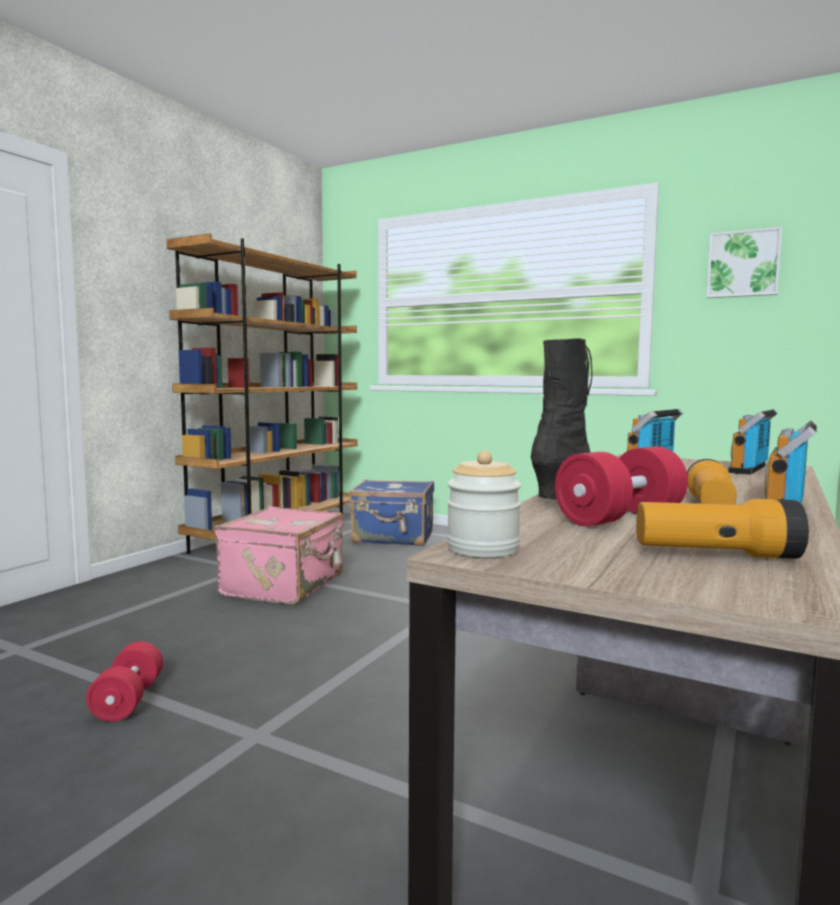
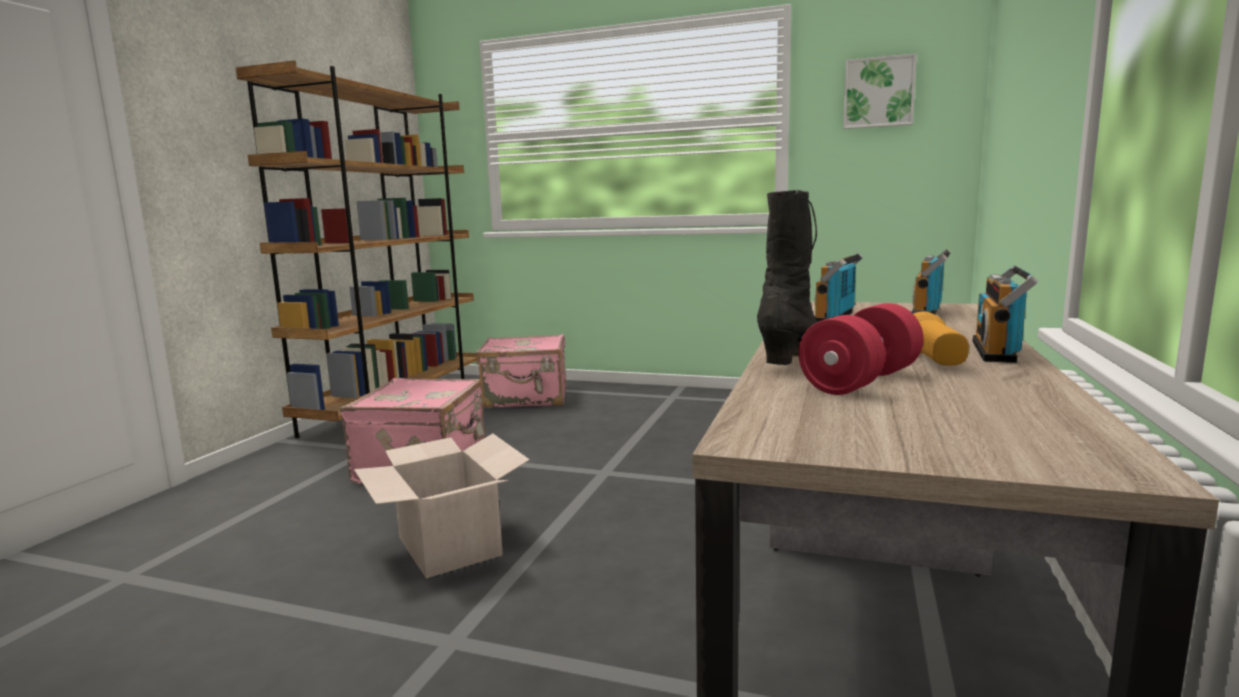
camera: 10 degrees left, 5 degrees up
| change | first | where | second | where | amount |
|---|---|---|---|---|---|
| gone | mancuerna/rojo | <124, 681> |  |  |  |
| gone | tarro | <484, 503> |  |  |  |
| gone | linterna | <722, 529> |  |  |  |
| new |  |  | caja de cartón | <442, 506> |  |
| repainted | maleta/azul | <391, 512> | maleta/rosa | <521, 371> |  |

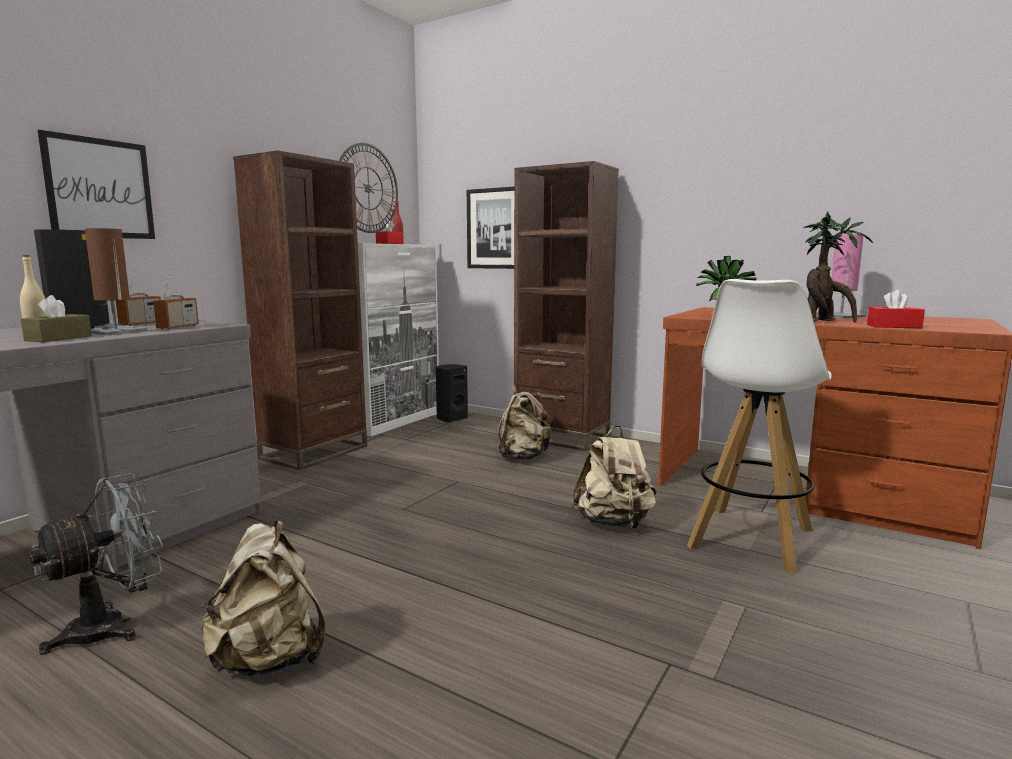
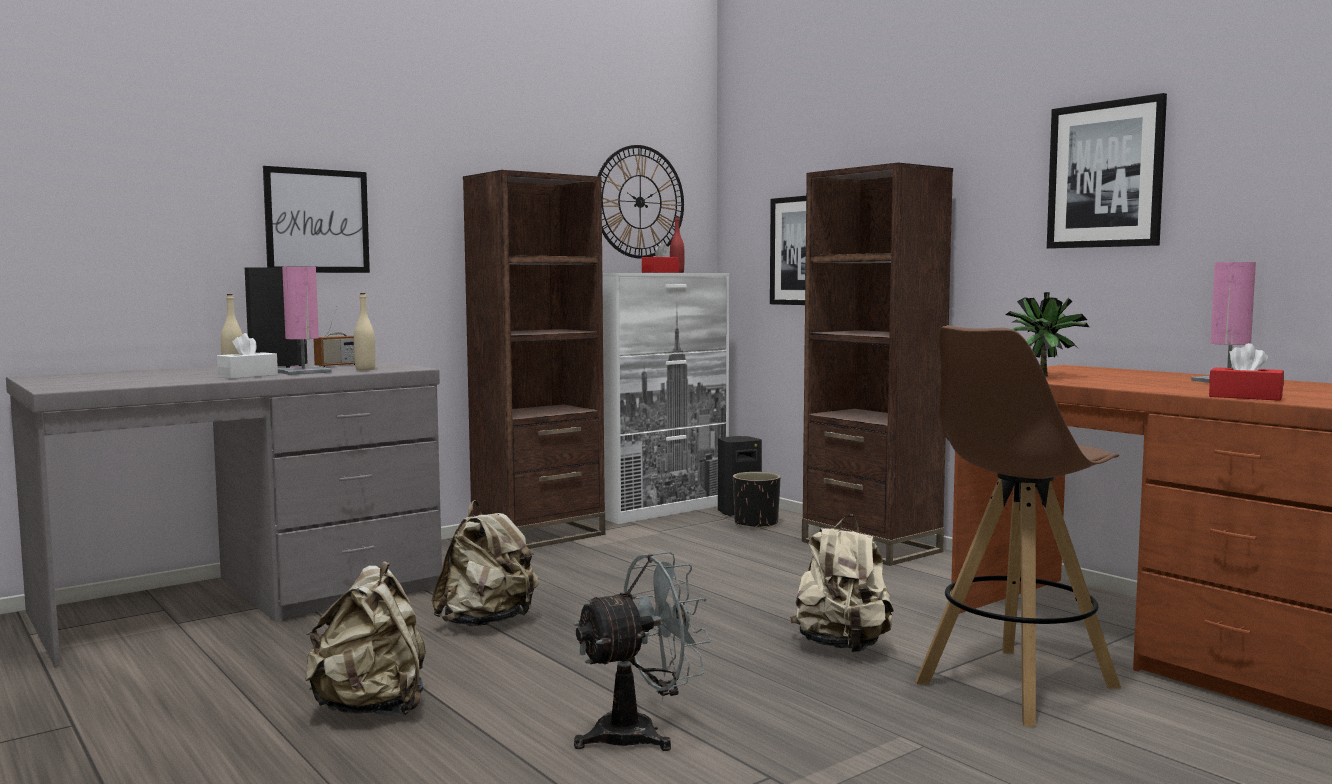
camera: 20 degrees right, 5 degrees down
| change | first | where | second | where | amount |
|---|---|---|---|---|---|
| gone | planta en maceta | <838, 266> |  |  |  |
| new |  |  | maceta/negro | <756, 500> |  |
| new |  |  | cuadro | <1107, 171> |  |
| shifted | ventilador/gris | <96, 564> |  | <642, 651> |  |
| shifted | mochila/beis | <525, 422> |  | <485, 563> |  |
| swapped | radio | <176, 299> | botella/beis | <364, 332> |  |
| repainted | caja de pañuelos/marrón | <56, 318> | caja de pañuelos/blanco | <247, 356> |  |
| repainted | lámpara de mesa/marrón | <116, 282> | lámpara de mesa/rosa | <305, 321> |  |
| repainted | taburete/blanco | <759, 426> | taburete/marrón | <1018, 526> |  |

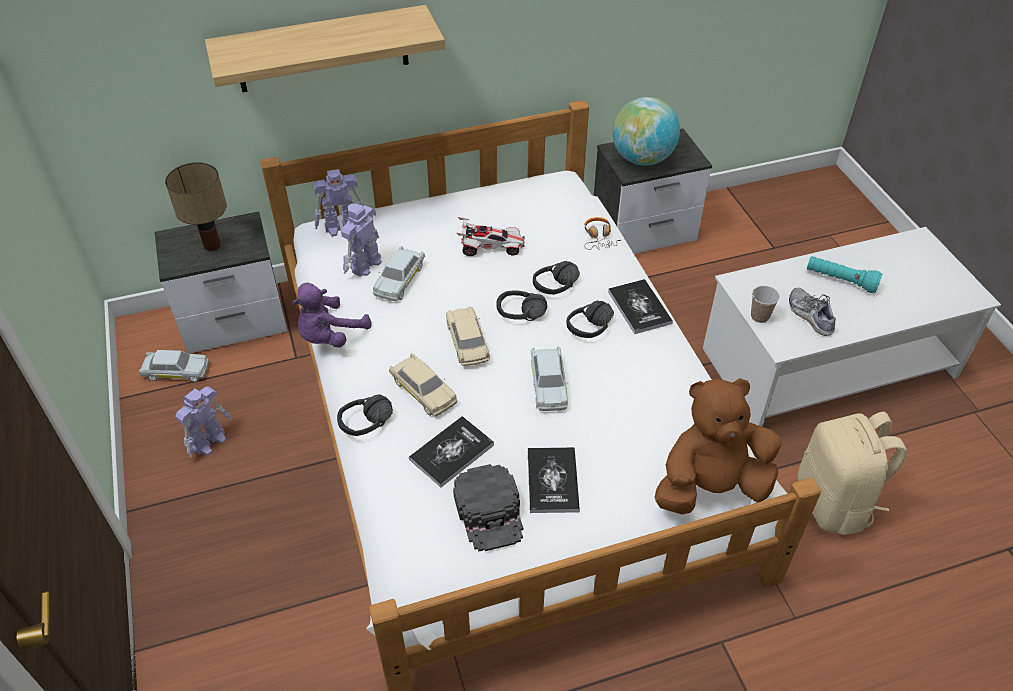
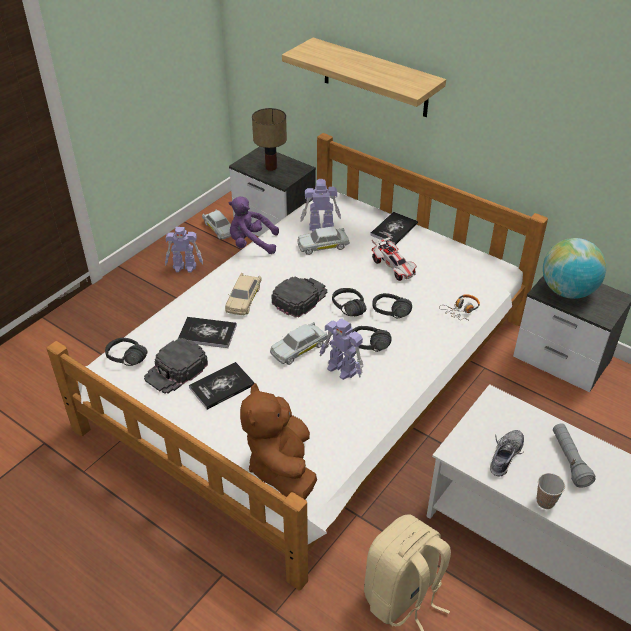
camera: 55 degrees right, 5 degrees down
| change | first | where | second | where | amount |
|---|---|---|---|---|---|
| shifted | robot de juguete | <339, 202> |  | <341, 349> |  |
| shifted | auriculares/negro | <365, 415> |  | <126, 352> |  |
| shifted | libro | <640, 306> |  | <394, 228> |  |
| shifted | taza | <765, 304> |  | <551, 491> |  |
| swapped | coche de juguete/beis | <468, 336> | gorra/negro | <299, 297> |  |
| repainted | linterna/turquesa | <844, 274> | linterna/gris | <574, 456> |  |
| rotated | peluche/marrón | <718, 446> |  | <278, 441> | 135 degrees counterclockwise |

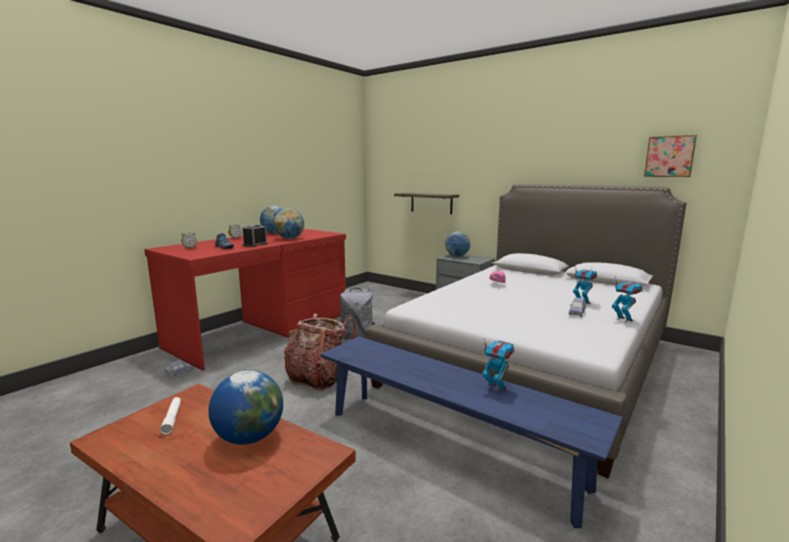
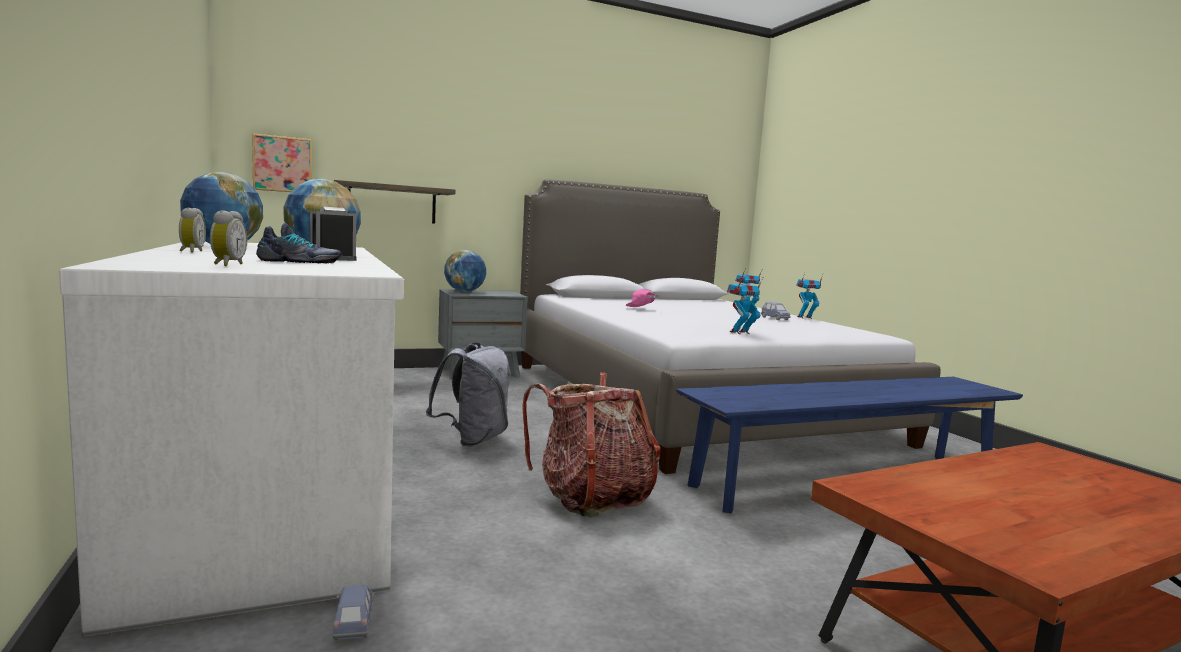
camera: 60 degrees left, 5 degrees down
| change | first | where | second | where | amount |
|---|---|---|---|---|---|
| gone | linterna/blanco | <170, 415> |  |  |  |
| gone | globo terráqueo | <245, 407> |  |  |  |
| shifted | robot de juguete | <498, 366> |  | <745, 305> |  |
| shifted | cuadro | <670, 156> |  | <282, 162> |  |
| repainted | escritorio/rojo | <245, 300> | escritorio/blanco | <231, 439> |  |

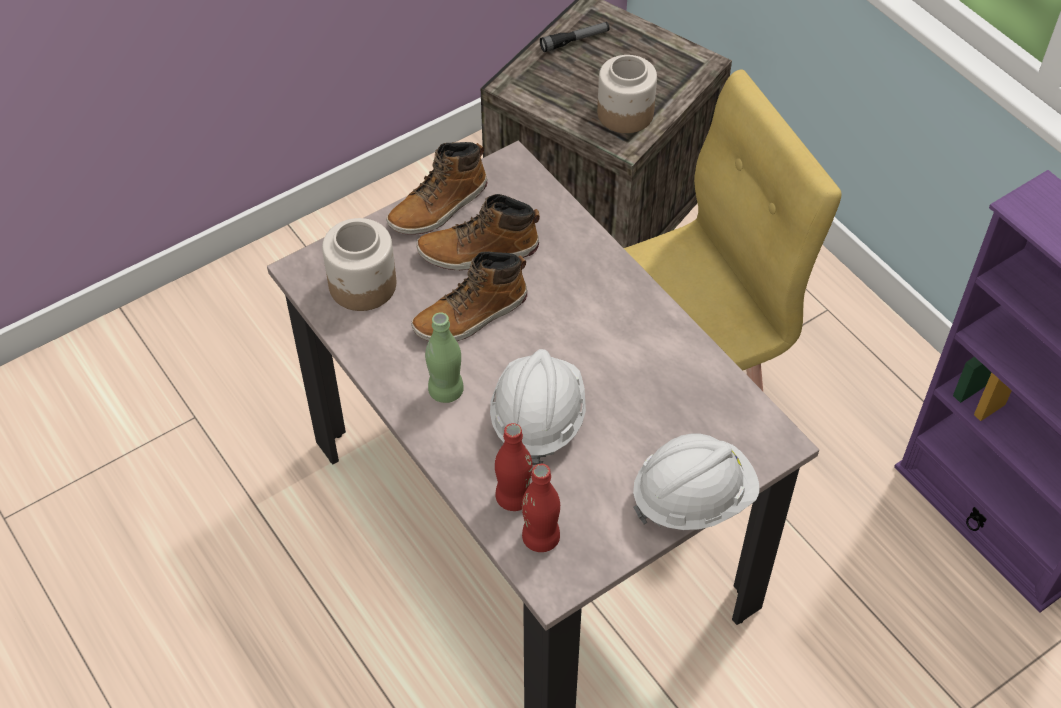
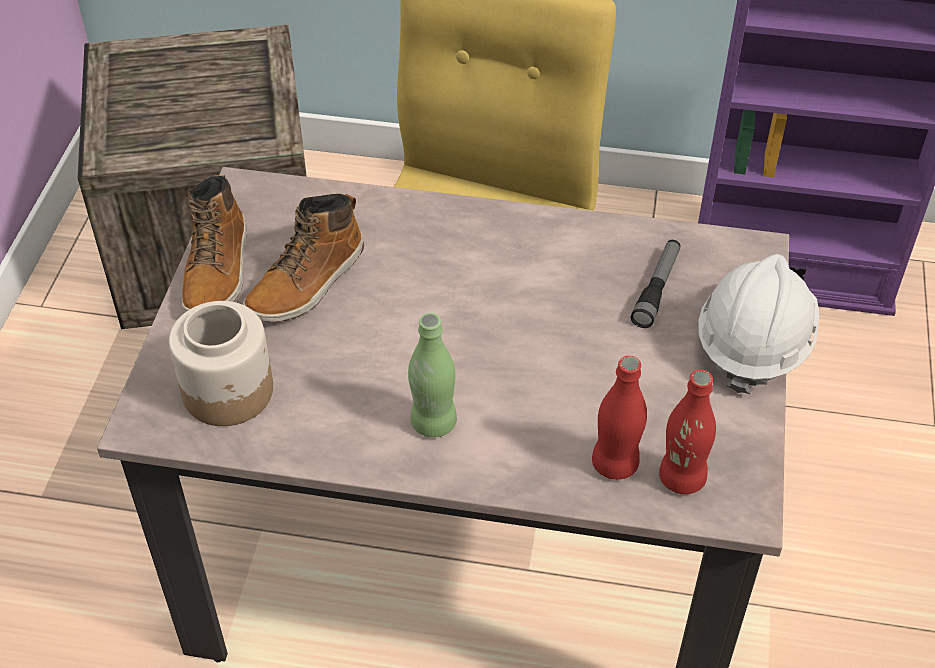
camera: 45 degrees left, 5 degrees down
| change | first | where | second | where | amount |
|---|---|---|---|---|---|
| gone | bota | <469, 296> |  |  |  |
| gone | casco/blanco | <538, 407> |  |  |  |
| gone | tarro | <627, 94> |  |  |  |
| shifted | linterna | <575, 37> |  | <656, 284> |  |

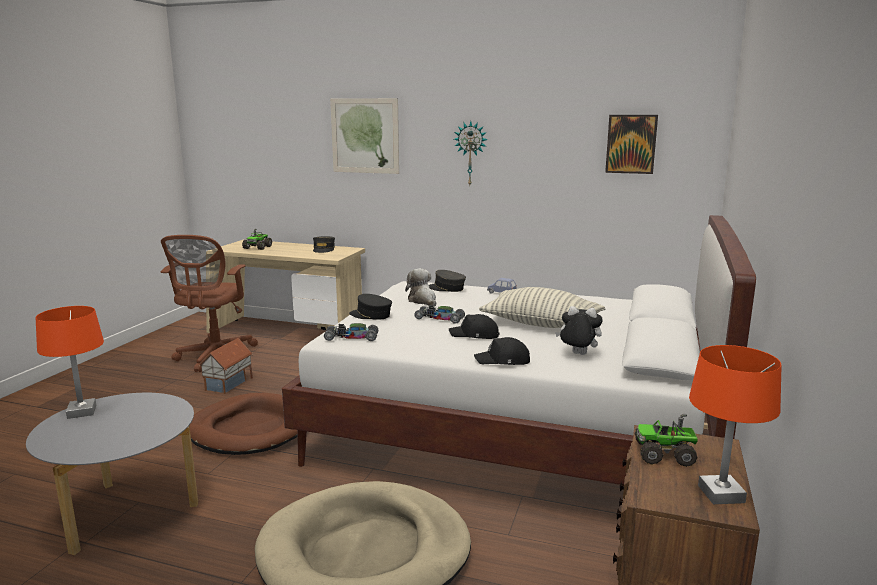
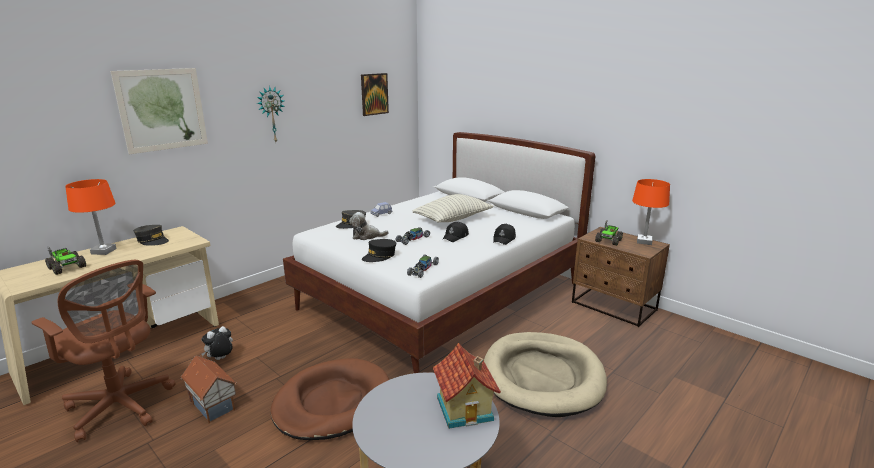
camera: 65 degrees left, 5 degrees up
| change | first | where | second | where | amount |
|---|---|---|---|---|---|
| new |  |  | casita | <467, 386> |  |
| shifted | lámpara de mesa/naranja | <70, 362> |  | <91, 217> |  |
| shifted | peluche | <579, 330> |  | <217, 343> |  |

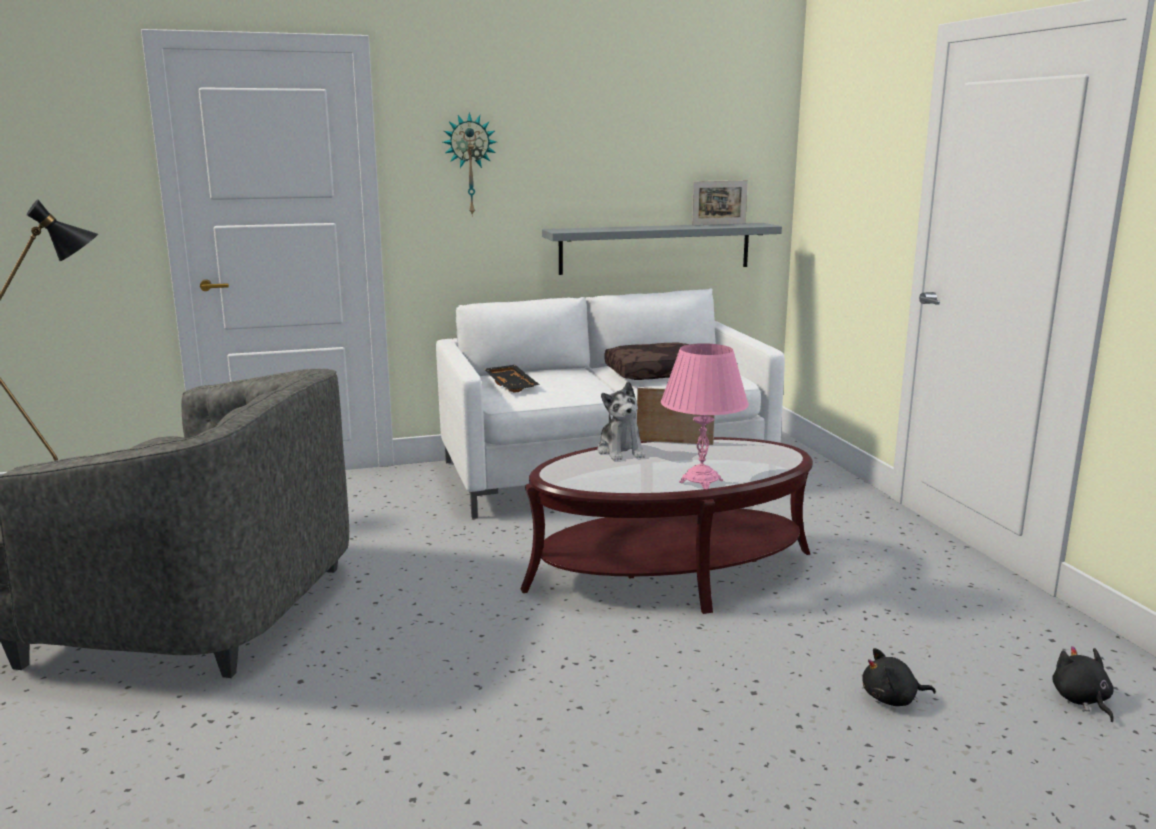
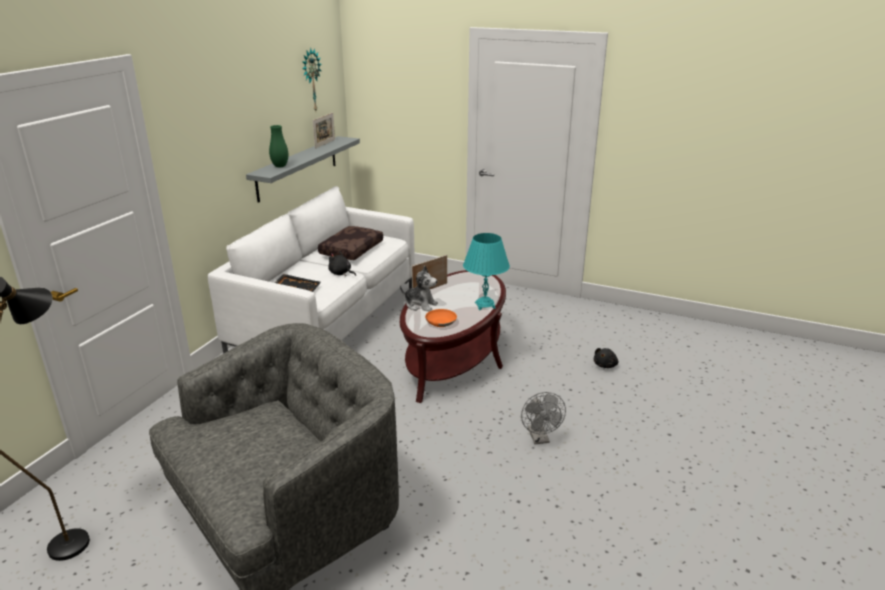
camera: 50 degrees left, 10 degrees up
| change | first | where | second | where | amount |
|---|---|---|---|---|---|
| new |  |  | florero/verde | <278, 146> |  |
| new |  |  | cuenco/naranja | <441, 318> |  |
| new |  |  | ventilador/gris | <543, 418> |  |
| shifted | reloj de pared | <469, 164> |  | <311, 79> |  |
| shifted | peluche/negro | <1083, 684> |  | <342, 263> |  |
| repainted | lámpara de mesa/rosa | <705, 416> | lámpara de mesa/turquesa | <486, 271> |  |

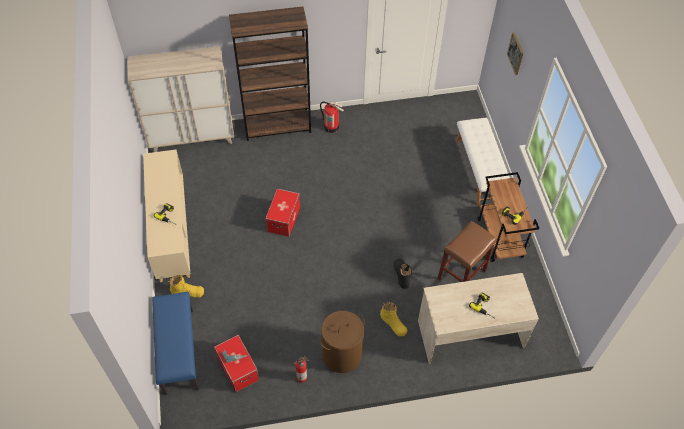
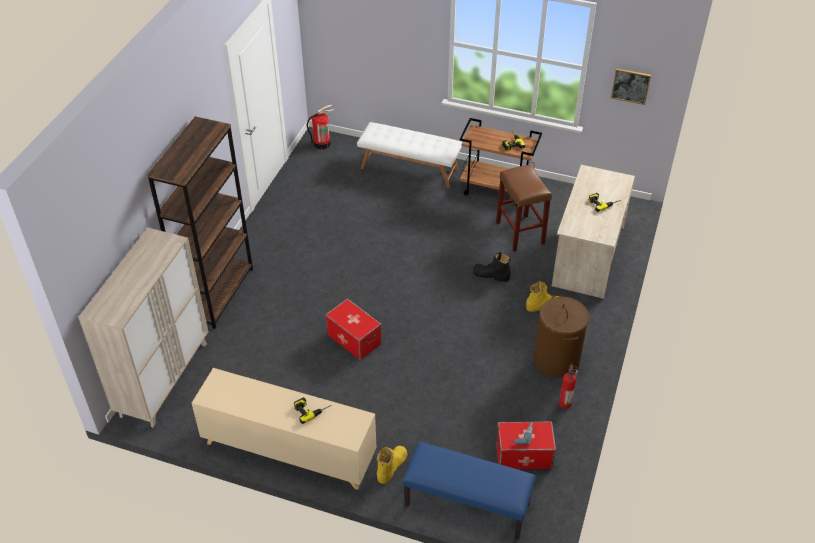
camera: 60 degrees left, 10 degrees down
| change | first | where | second | where | amount |
|---|---|---|---|---|---|
| shifted | extintor | <332, 117> |  | <320, 126> |  |
| shifted | cuadro | <515, 54> |  | <631, 86> |  |

